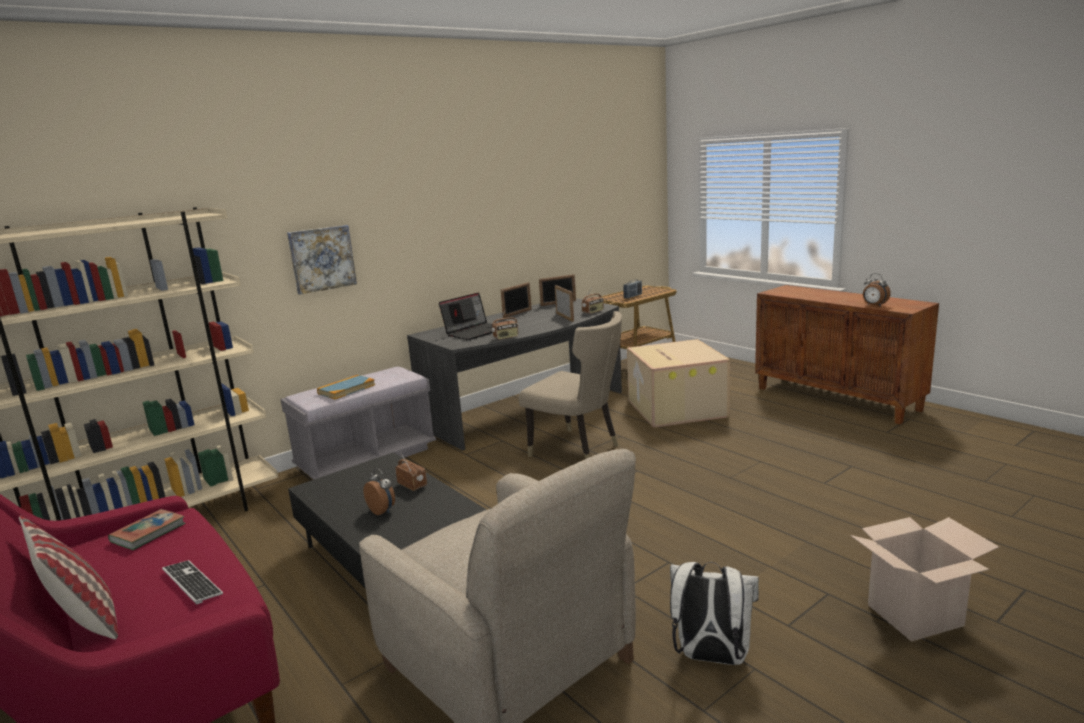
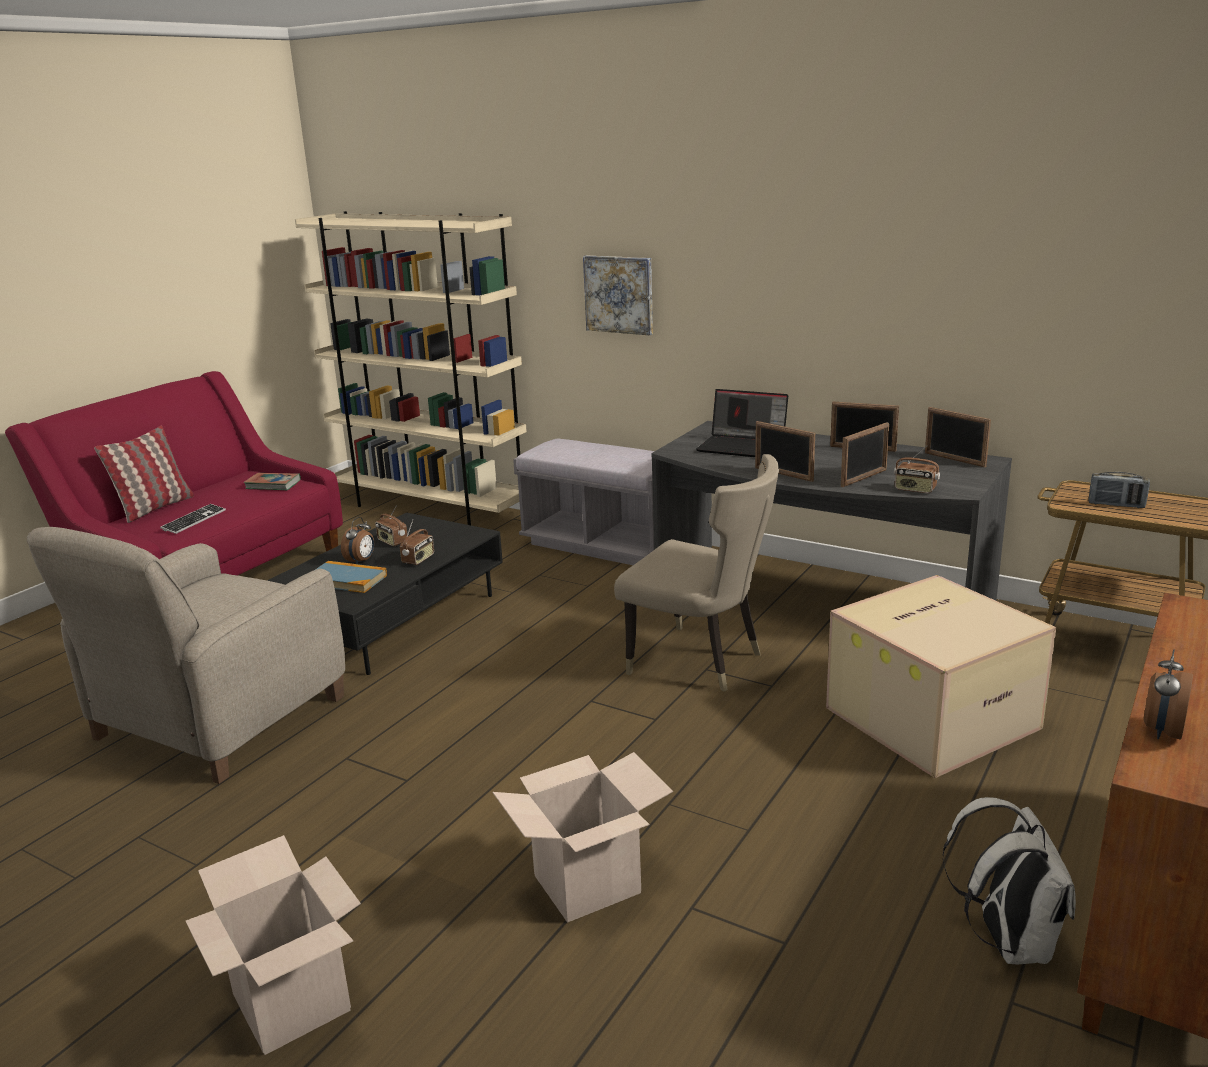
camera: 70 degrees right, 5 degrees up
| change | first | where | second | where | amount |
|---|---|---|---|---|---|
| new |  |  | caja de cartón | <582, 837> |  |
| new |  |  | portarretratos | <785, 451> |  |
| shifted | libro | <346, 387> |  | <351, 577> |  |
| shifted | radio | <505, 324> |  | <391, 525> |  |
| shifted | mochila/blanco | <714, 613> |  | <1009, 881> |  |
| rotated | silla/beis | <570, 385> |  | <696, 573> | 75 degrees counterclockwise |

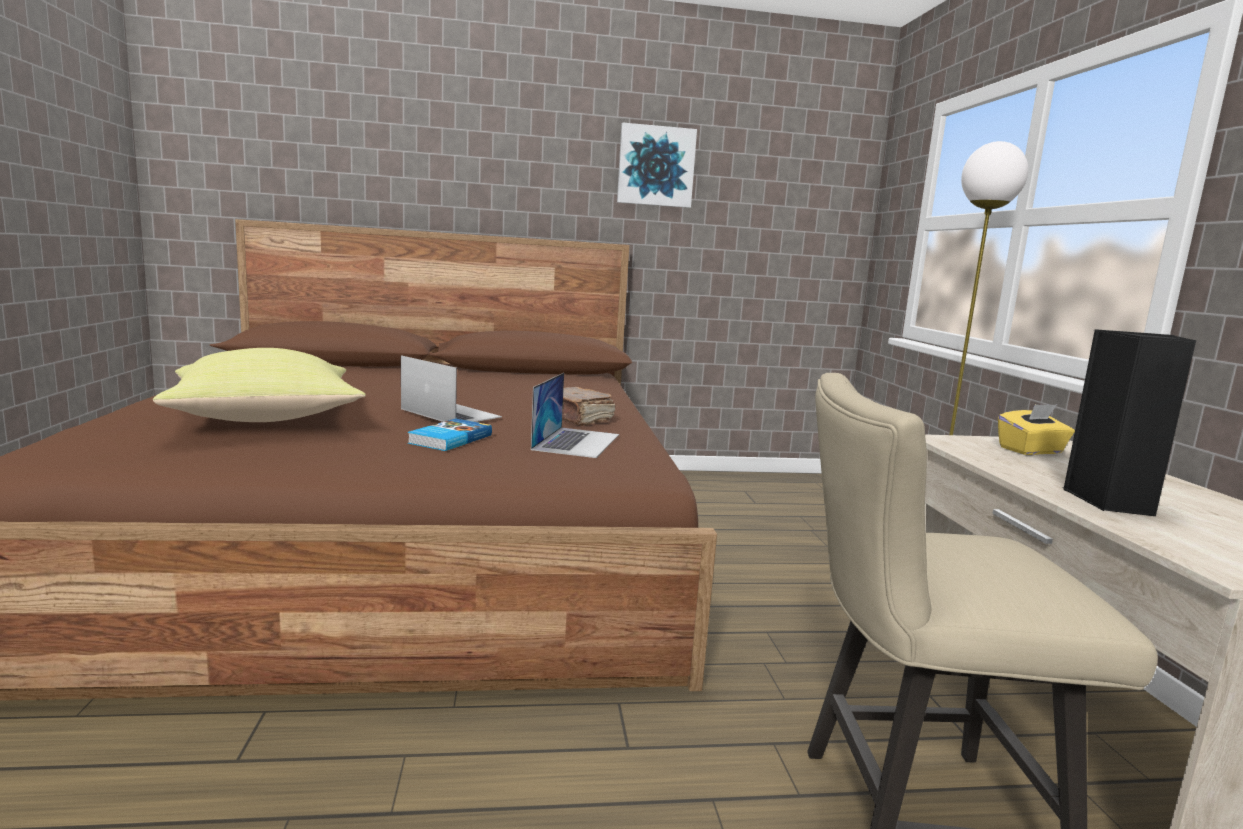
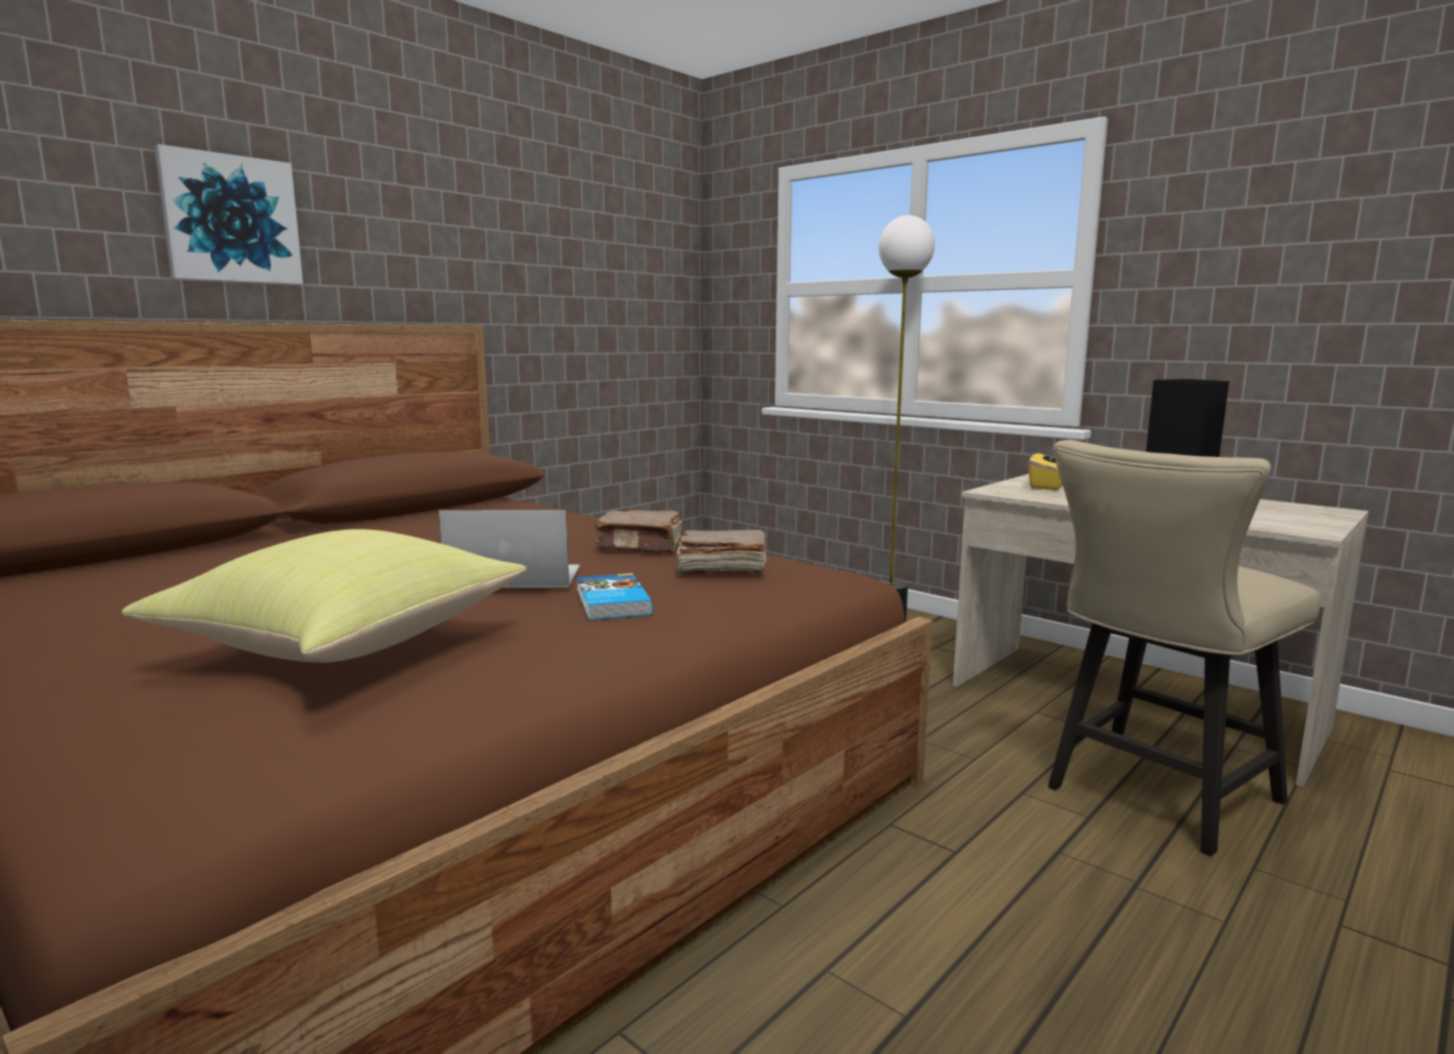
camera: 40 degrees left, 0 degrees up
| change | first | where | second | where | amount |
|---|---|---|---|---|---|
| shifted | cuadro | <657, 165> |  | <228, 214> |  |
| swapped | portátil | <575, 415> | libro/marrón | <721, 552> |  |

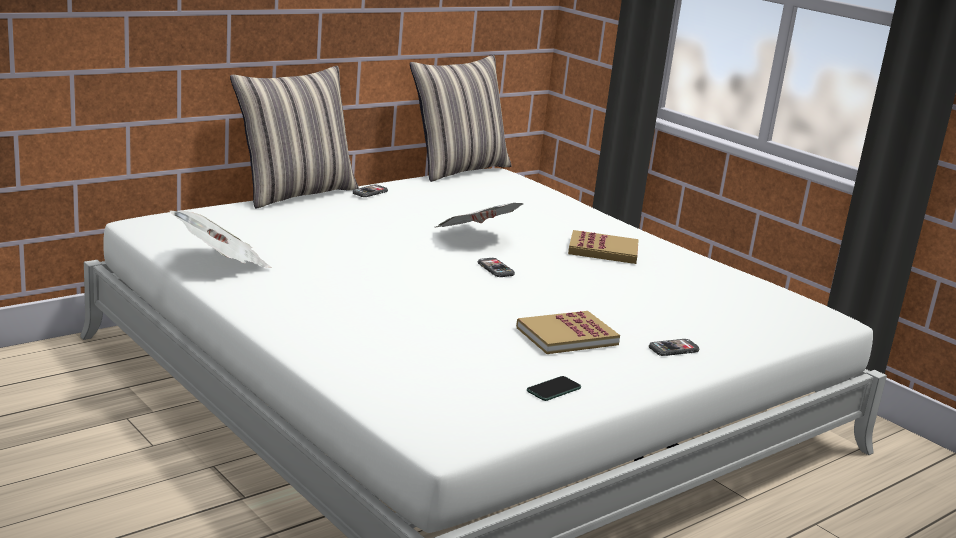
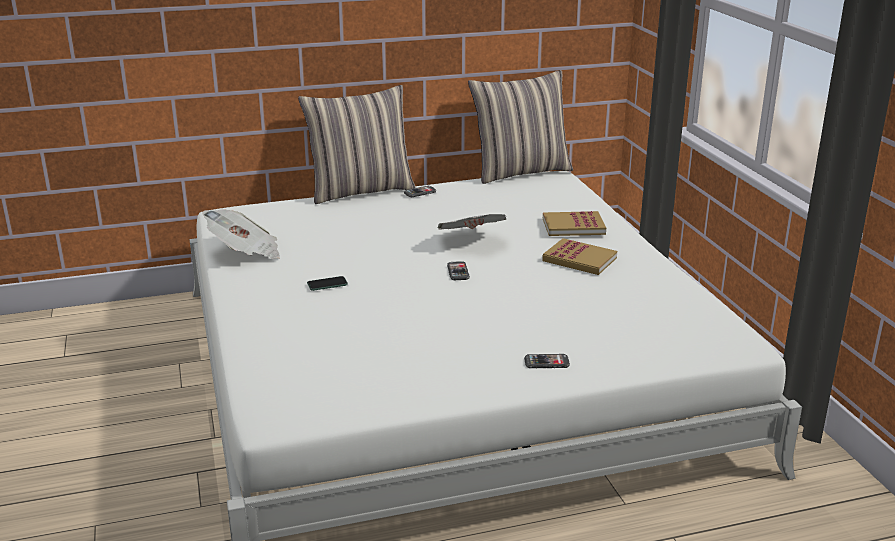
camera: 25 degrees right, 5 degrees up
| change | first | where | second | where | amount |
|---|---|---|---|---|---|
| shifted | libro | <568, 332> |  | <574, 223> |  |
| shifted | móvil | <554, 388> |  | <327, 283> |  |

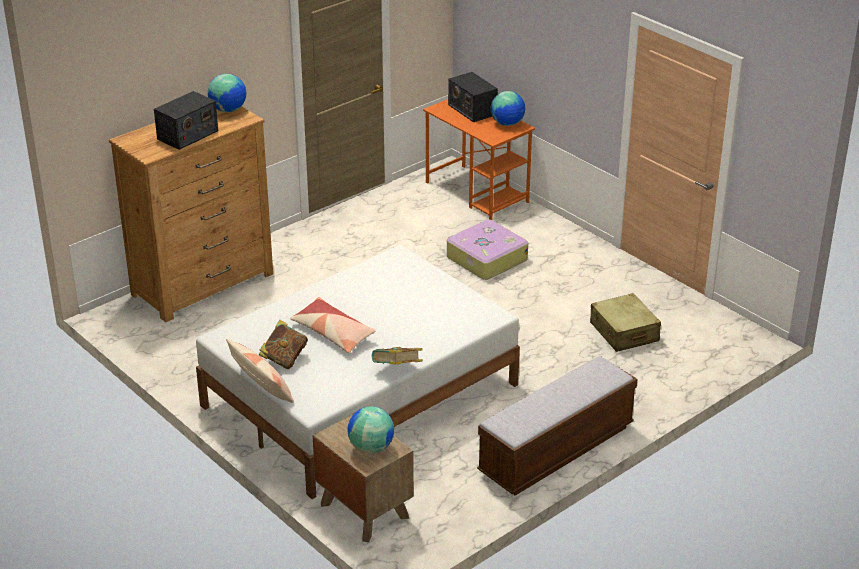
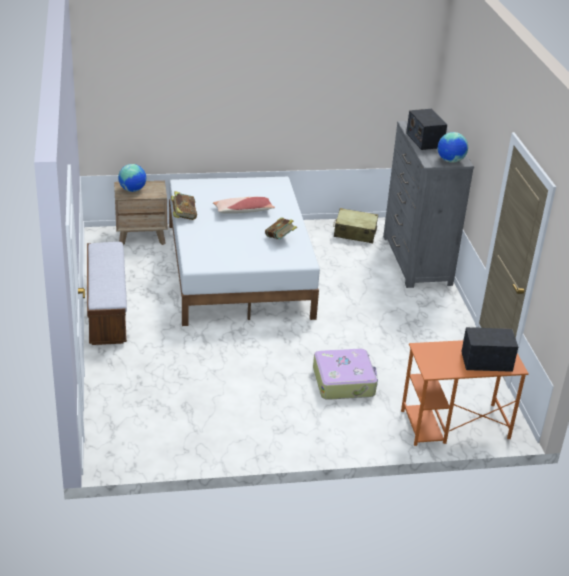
camera: 120 degrees right, 0 degrees up
| change | first | where | second | where | amount |
|---|---|---|---|---|---|
| gone | cojín | <260, 371> |  |  |  |
| gone | globo terráqueo | <508, 108> |  |  |  |
| shifted | libro | <283, 344> |  | <281, 228> |  |
| shifted | maleta/beis | <625, 322> |  | <355, 225> |  |
| repainted | cómoda/marrón | <191, 214> | cómoda/gris | <428, 204> |  |

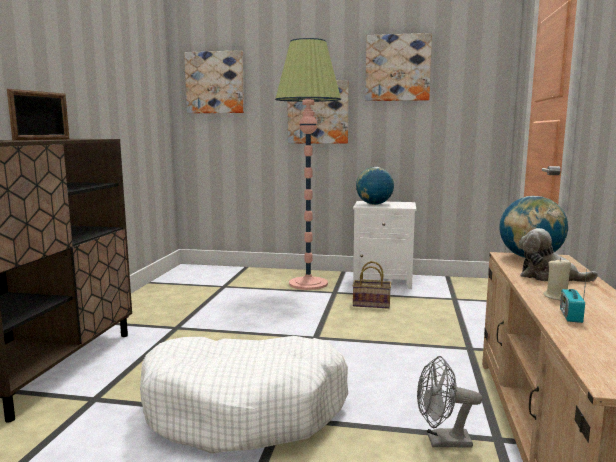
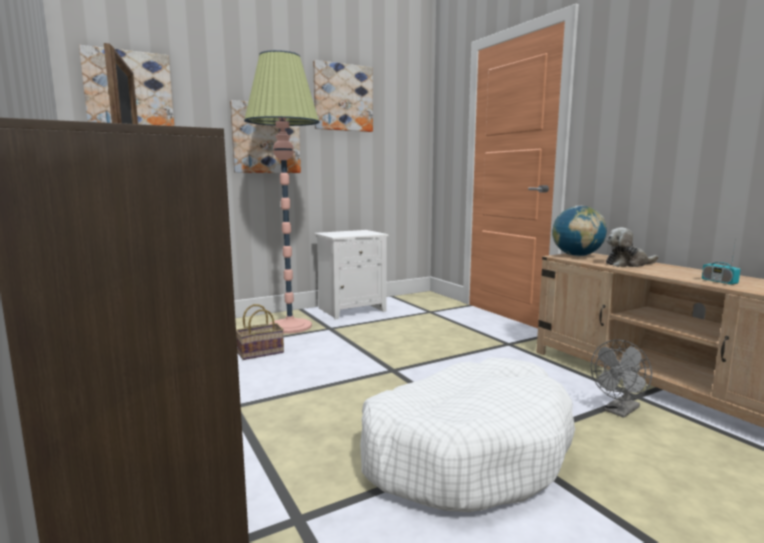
camera: 40 degrees left, 0 degrees up
| change | first | where | second | where | amount |
|---|---|---|---|---|---|
| gone | globo terráqueo | <375, 186> |  |  |  |
| gone | vela/beis | <557, 279> |  |  |  |
| shifted | cesta | <371, 285> |  | <260, 332> |  |

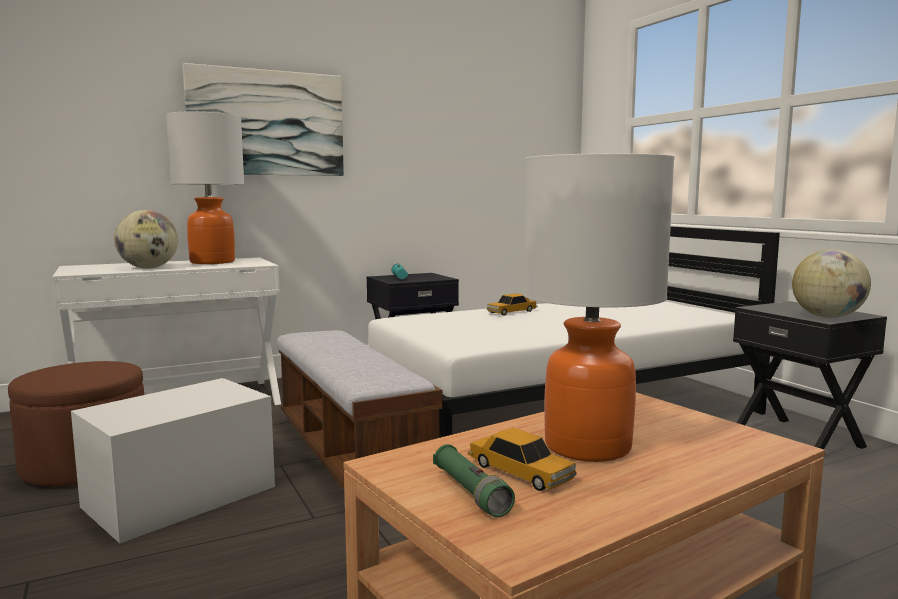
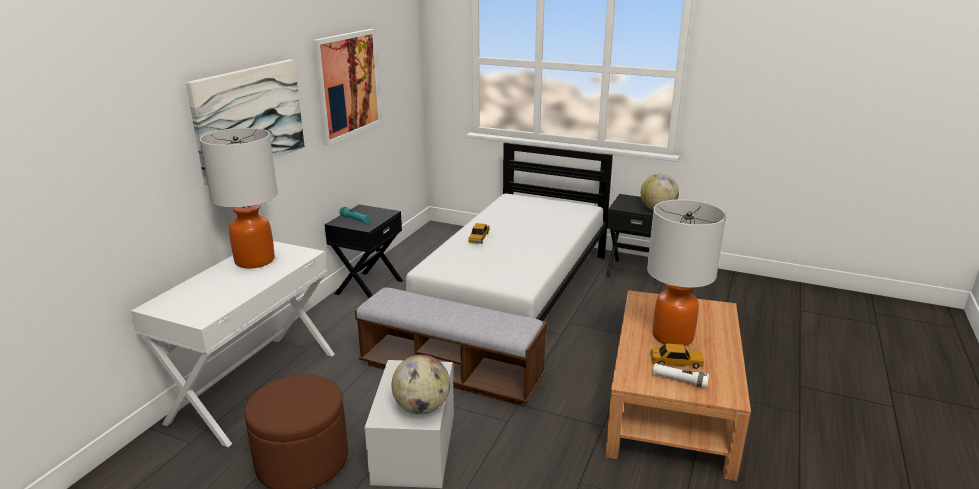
camera: 40 degrees left, 15 degrees up
| change | first | where | second | where | amount |
|---|---|---|---|---|---|
| new |  |  | cuadro | <346, 87> |  |
| shifted | globo terráqueo | <146, 239> |  | <421, 384> |  |
| repainted | linterna/verde | <474, 480> | linterna/blanco | <681, 375> |  |

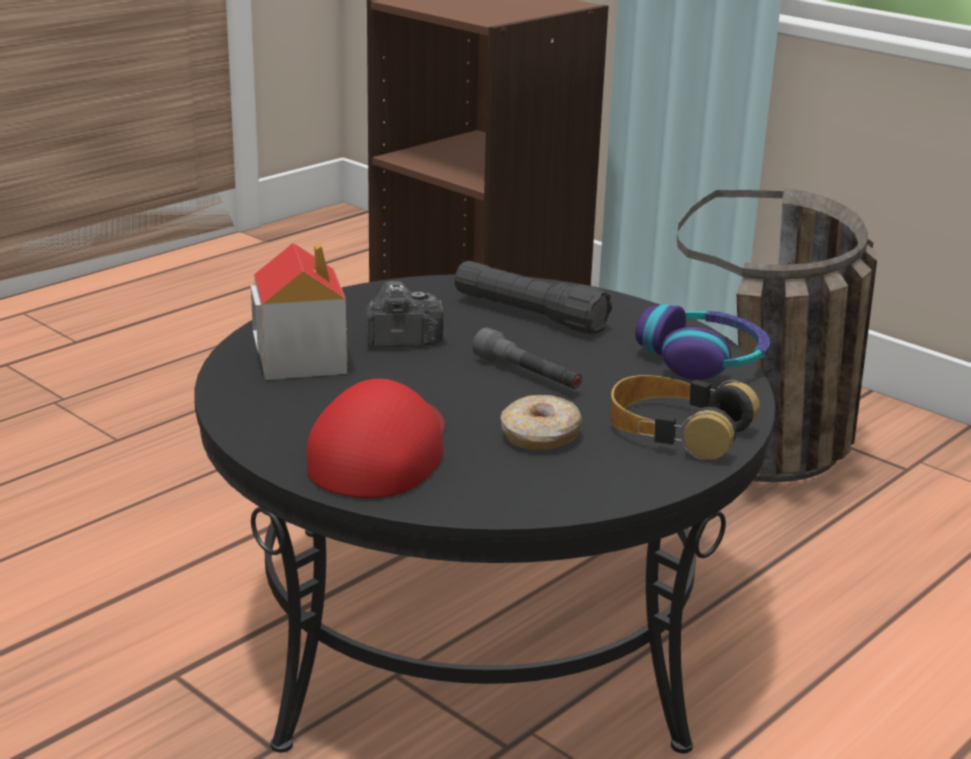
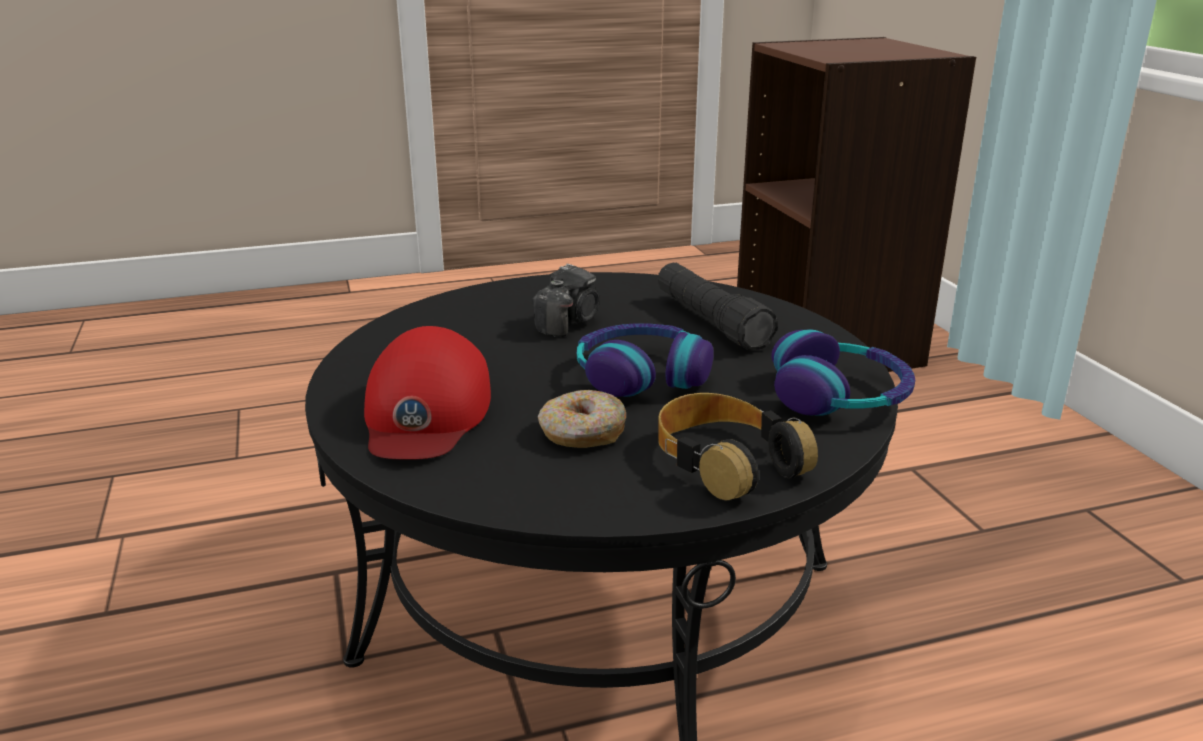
camera: 30 degrees right, 0 degrees up
| change | first | where | second | where | amount |
|---|---|---|---|---|---|
| gone | casita | <299, 311> |  |  |  |
| gone | cesta | <777, 335> |  |  |  |
| swapped | linterna/gris | <527, 358> | auriculares | <645, 360> |  |
| rotated | gorra/rojo | <376, 438> |  | <427, 393> | 135 degrees clockwise |
| rotated | cámara | <405, 314> |  | <565, 300> | 105 degrees clockwise |

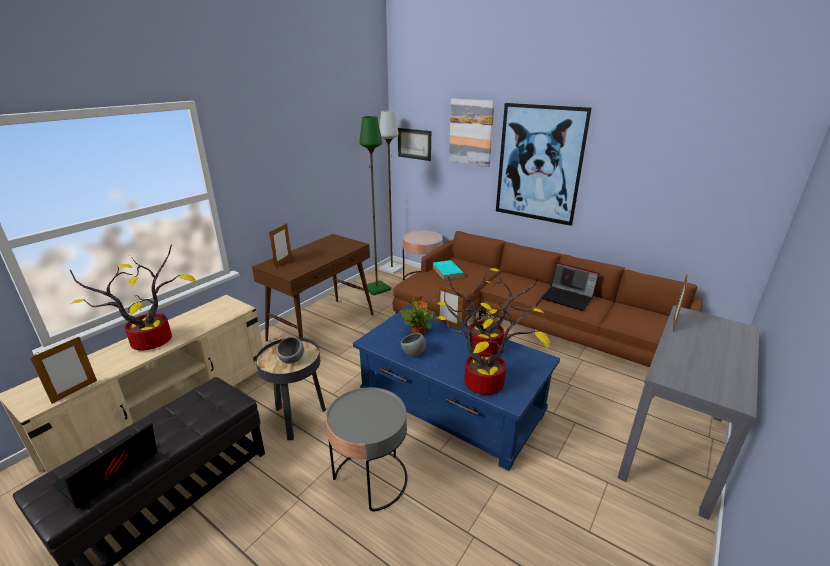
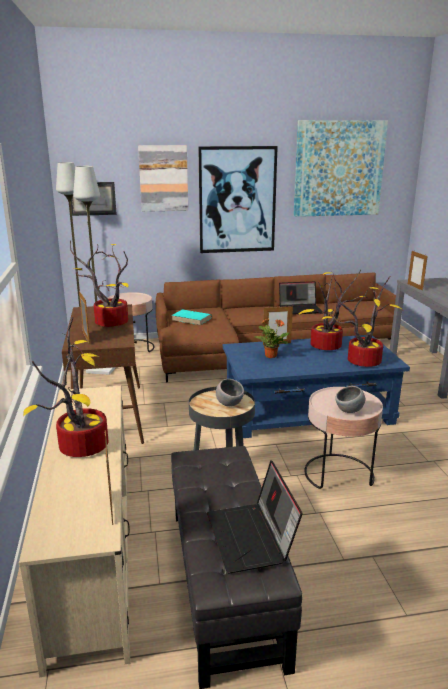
camera: 45 degrees left, 5 degrees down
| change | first | where | second | where | amount |
|---|---|---|---|---|---|
| new |  |  | planta en maceta | <99, 283> |  |
| new |  |  | cuadro | <340, 168> |  |
| shifted | cuenco/gris | <413, 344> |  | <350, 399> |  |
| repainted | mesa auxiliar/gris | <366, 449> | mesa auxiliar/rosa | <343, 438> |  |
| repainted | lámpara de pie/verde | <375, 206> | lámpara de pie/gris | <94, 270> |  |

